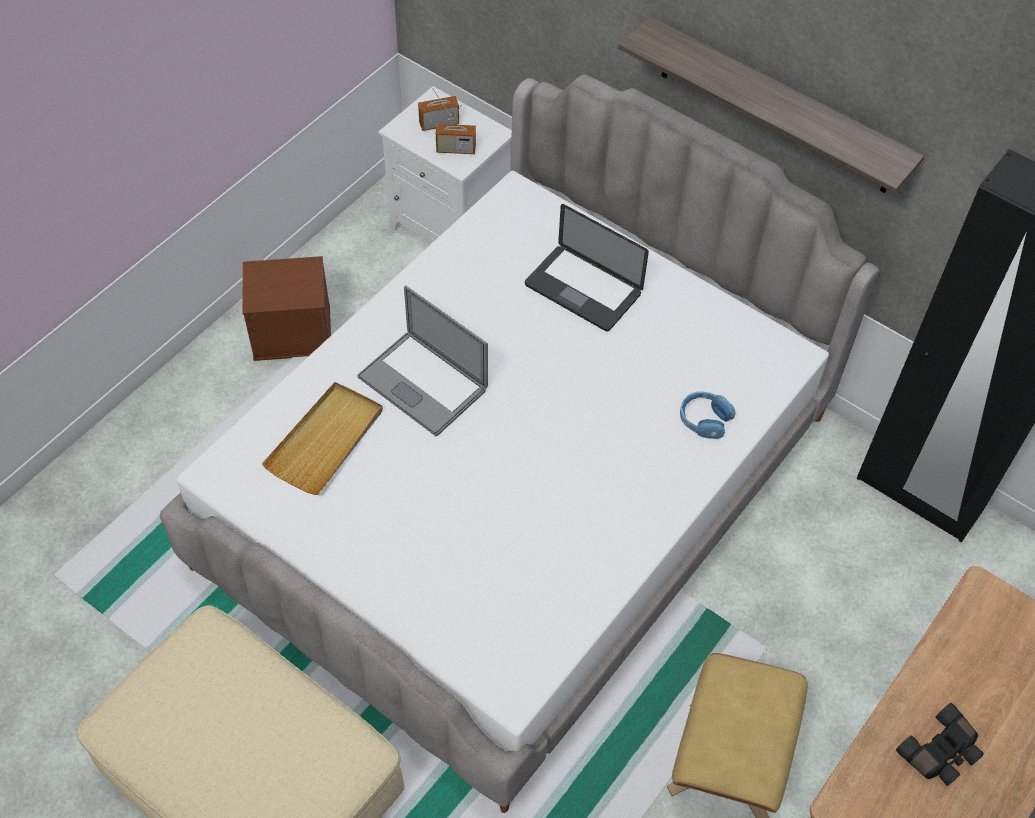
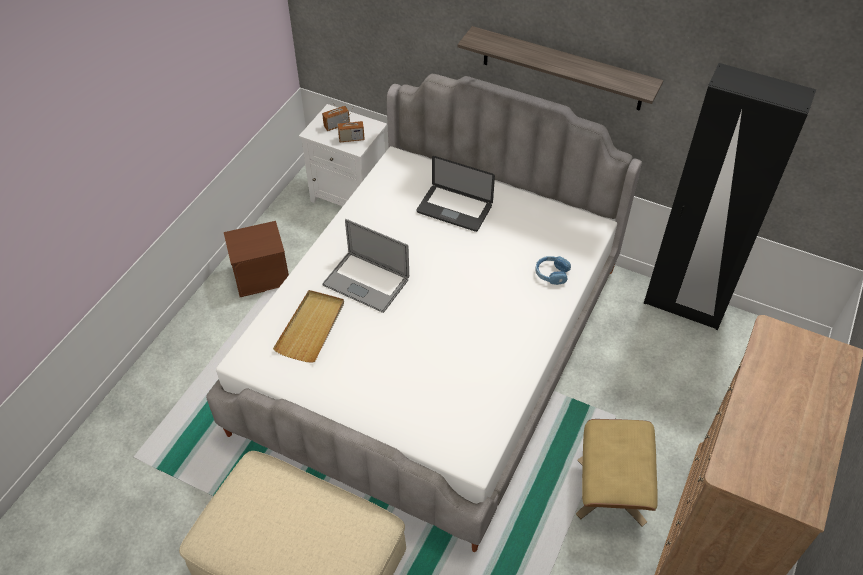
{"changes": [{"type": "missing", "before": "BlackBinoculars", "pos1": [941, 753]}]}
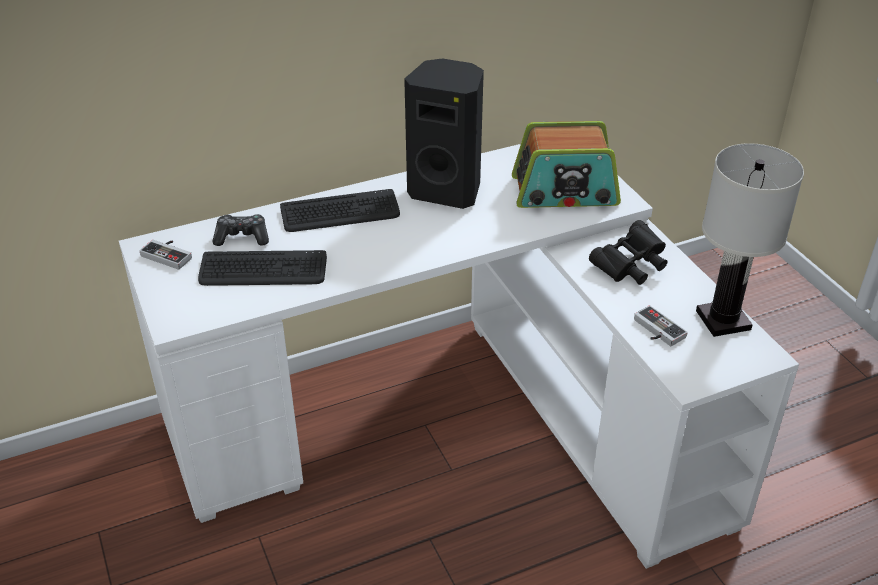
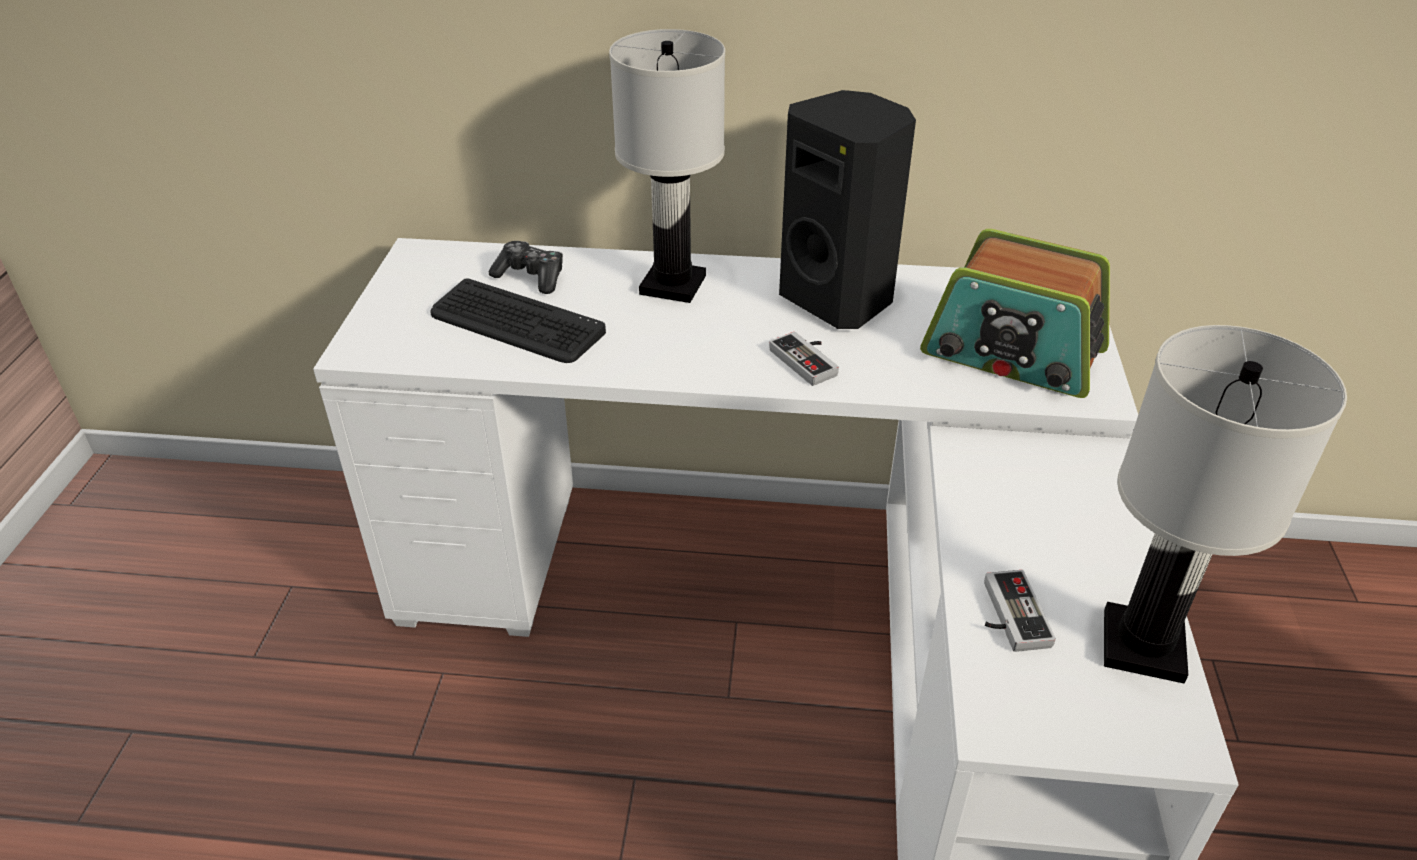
{"changes": [{"type": "missing", "before": "BlackBinoculars", "pos1": [630, 267]}, {"type": "relocated", "before": "GameController", "pos1": [169, 254], "pos2": [809, 360]}, {"type": "exchanged", "before": "Keyboard", "after": "WhiteTableLamp", "pos1": [340, 213], "pos2": [674, 284]}]}
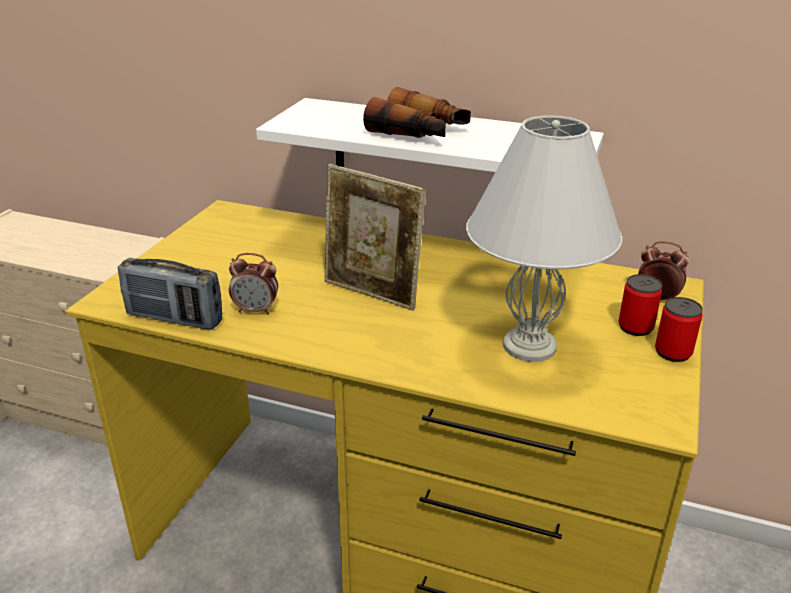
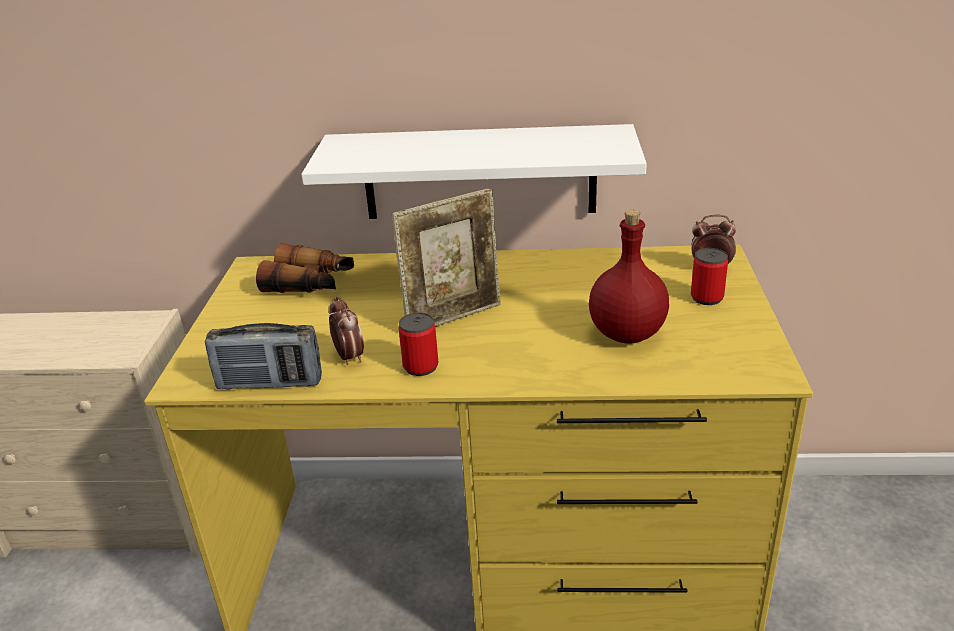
{"changes": [{"type": "relocated", "before": "Binoculars", "pos1": [419, 133], "pos2": [310, 284]}, {"type": "relocated", "before": "Can", "pos1": [673, 352], "pos2": [420, 367]}, {"type": "exchanged", "before": "WhiteTableLamp", "after": "RedBottle", "pos1": [530, 345], "pos2": [626, 333]}, {"type": "spun", "before": "AlarmClock", "pos1": [256, 310], "pos2": [349, 357], "turn": -105}, {"type": "spun", "before": "PictureFrame", "pos1": [372, 293], "pos2": [453, 317], "turn": -45}]}
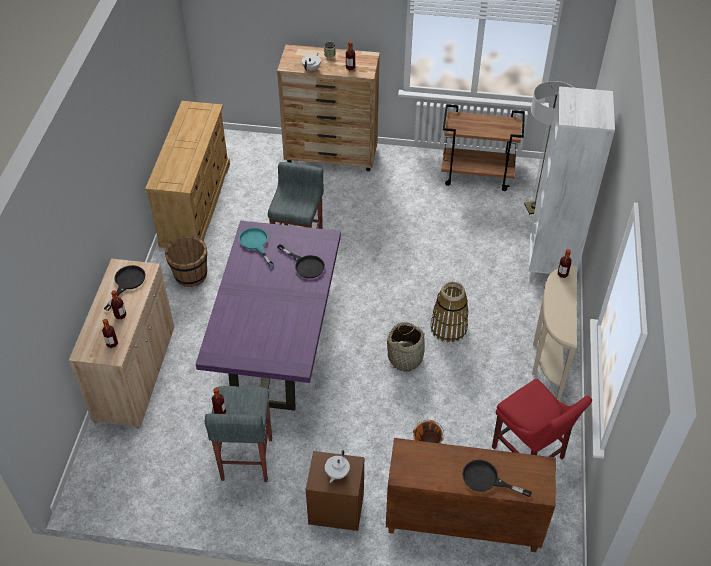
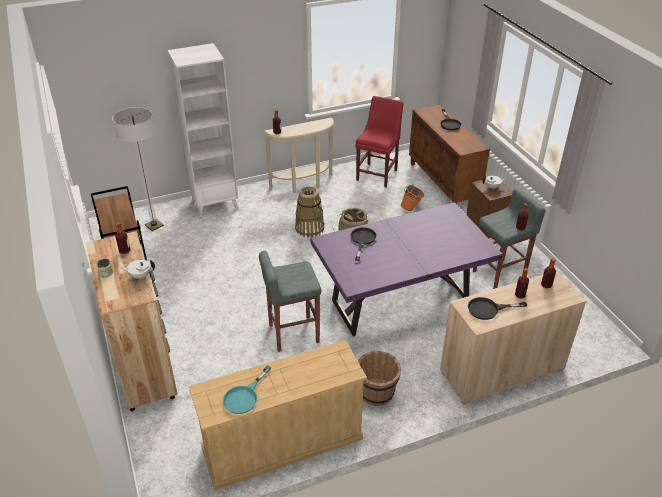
{"changes": [{"type": "relocated", "before": "TurquoiseFryingPan", "pos1": [256, 243], "pos2": [244, 396]}]}
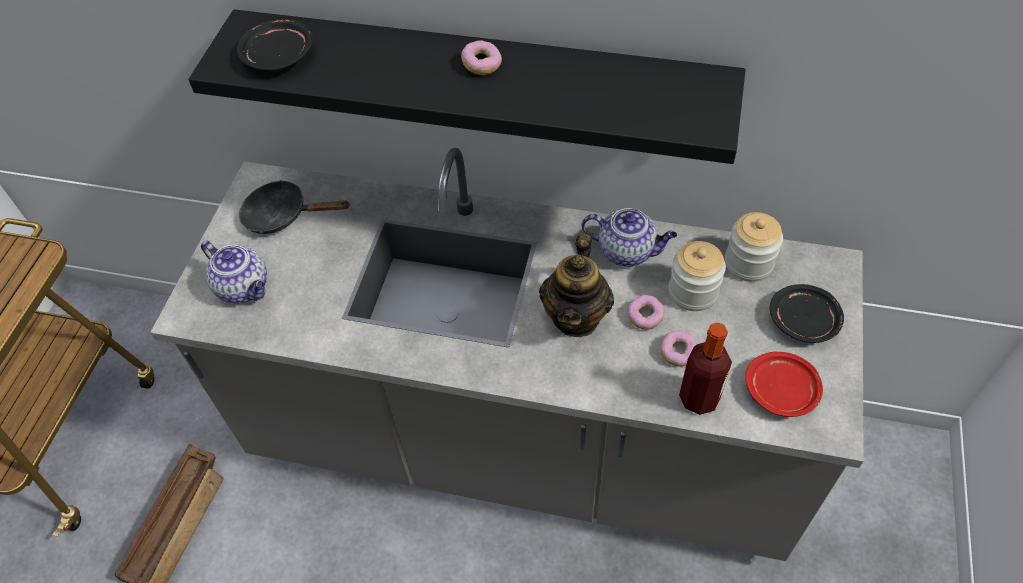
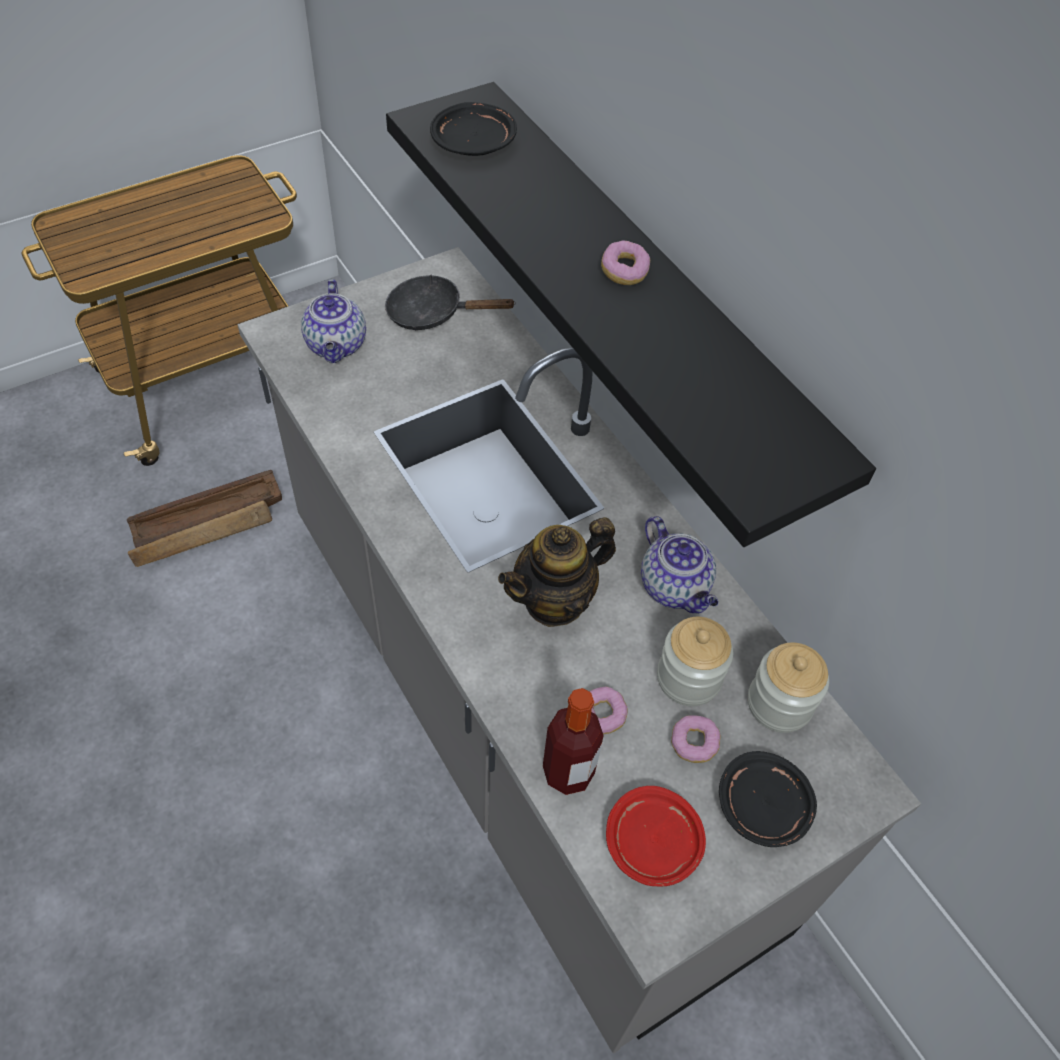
{"changes": [{"type": "relocated", "before": "Donut", "pos1": [644, 317], "pos2": [693, 743]}, {"type": "spun", "before": "BlackFryingPan", "pos1": [283, 215], "pos2": [432, 313], "turn": -45}]}
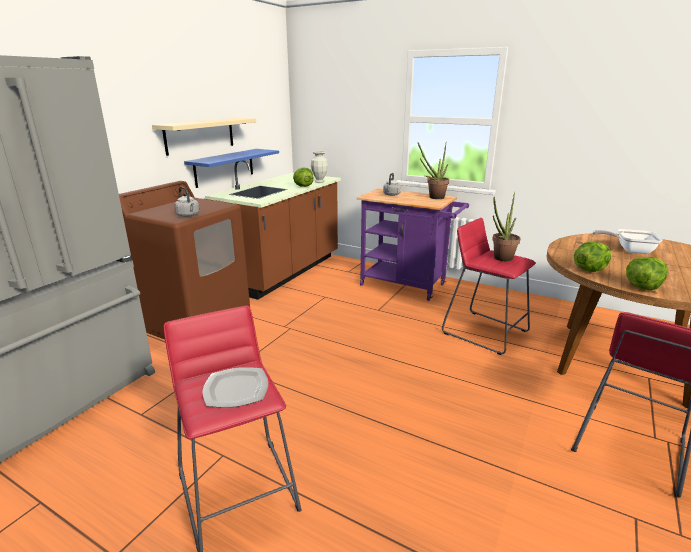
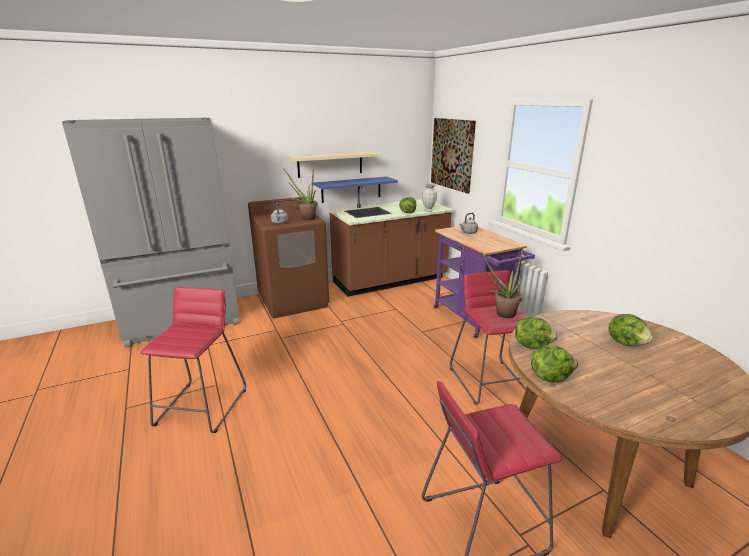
{"changes": [{"type": "missing", "before": "Plate", "pos1": [235, 389]}, {"type": "appeared", "after": "Picture", "pos2": [452, 154]}, {"type": "relocated", "before": "PottedPlant", "pos1": [433, 197], "pos2": [305, 218]}, {"type": "exchanged", "before": "FryingPan", "after": "Lettuce", "pos1": [629, 250], "pos2": [626, 343]}]}
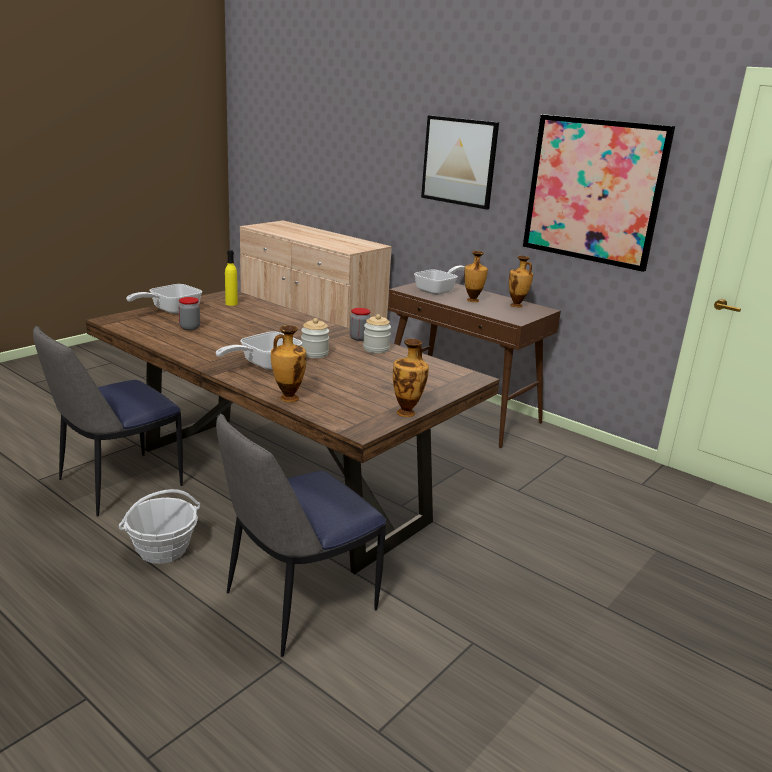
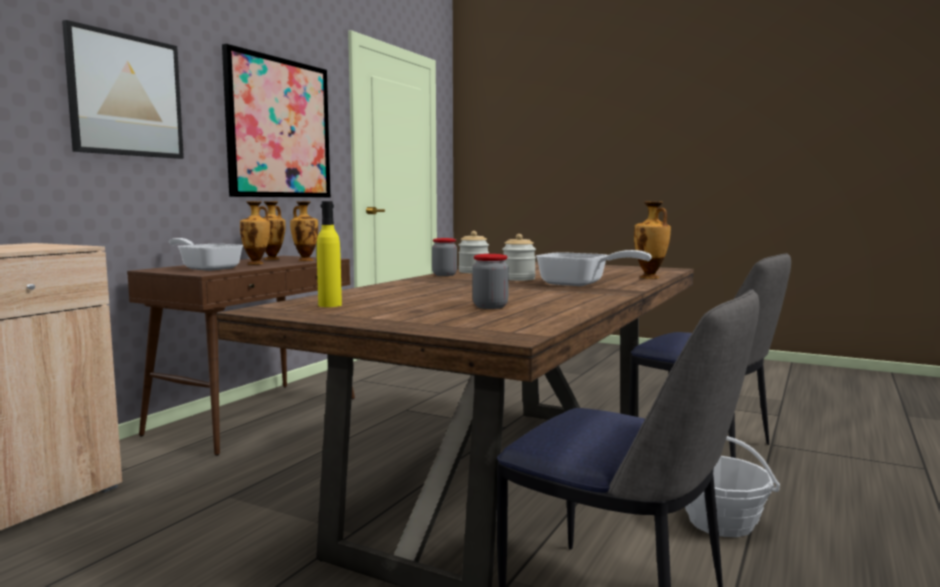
{"changes": [{"type": "missing", "before": "FryingPan", "pos1": [170, 310]}, {"type": "relocated", "before": "Vase", "pos1": [407, 412], "pos2": [305, 260]}]}
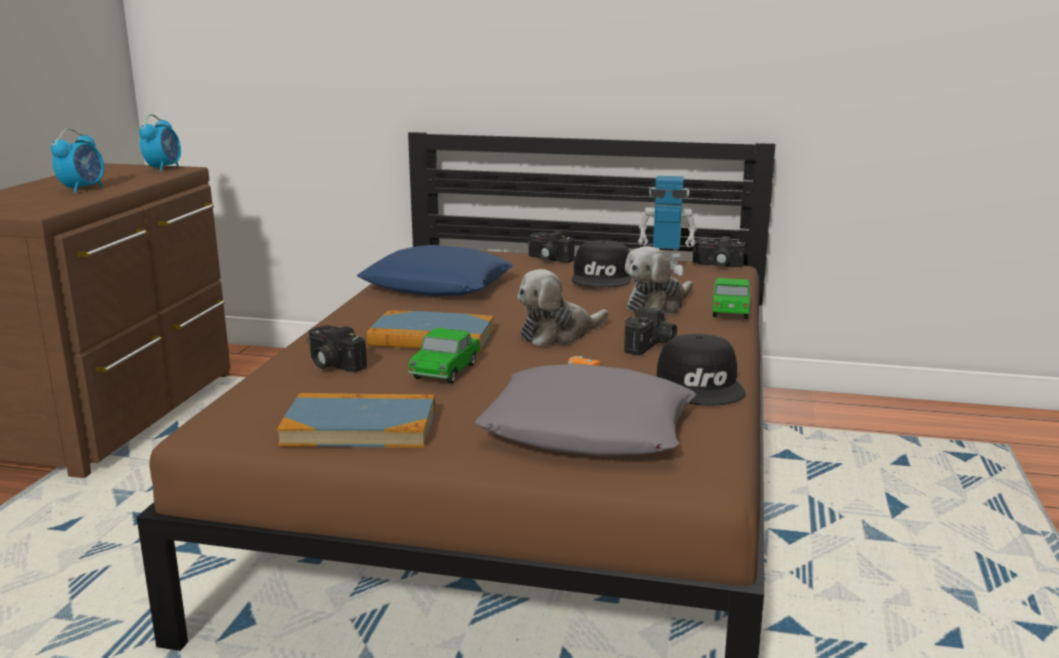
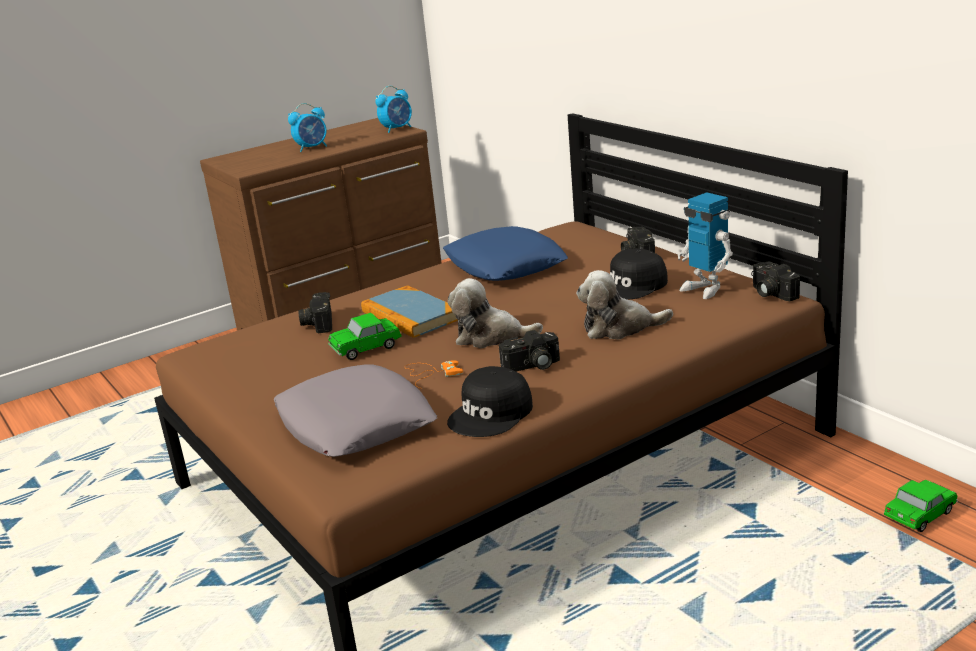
{"changes": [{"type": "missing", "before": "Book", "pos1": [360, 427]}, {"type": "relocated", "before": "ToyCar", "pos1": [730, 311], "pos2": [920, 515]}]}
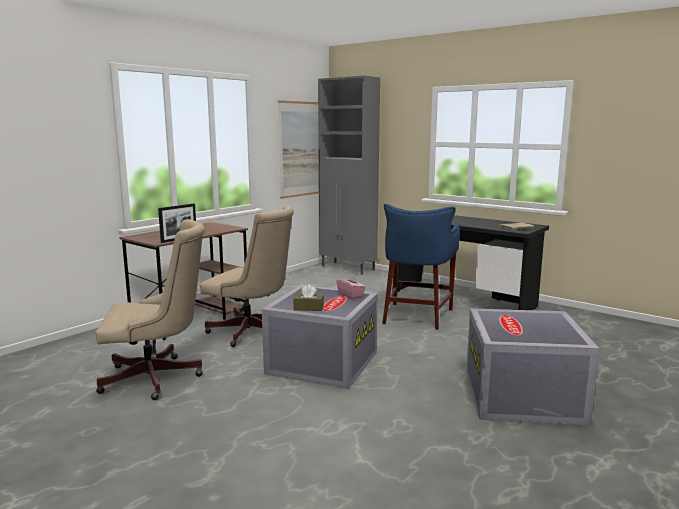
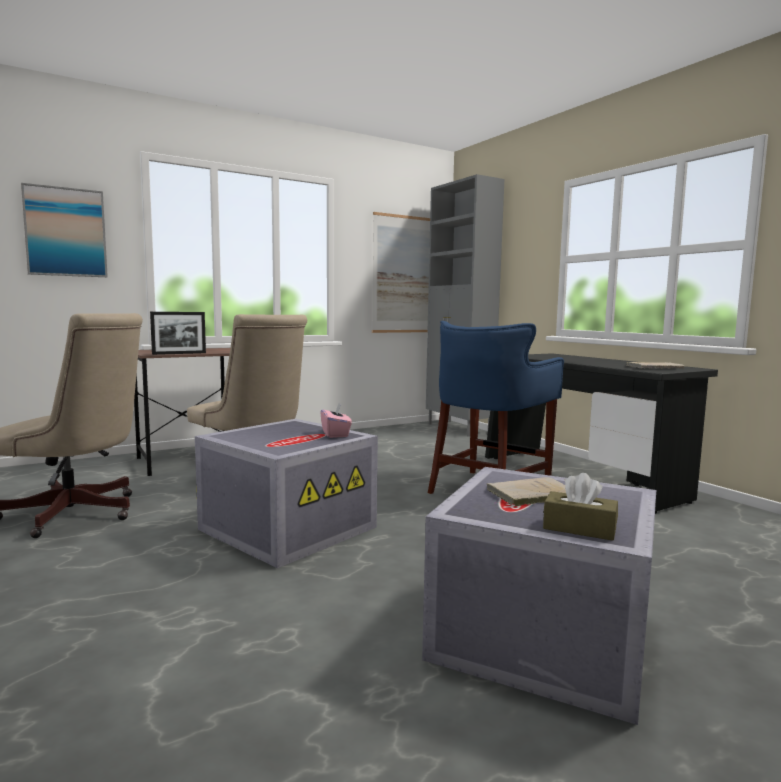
{"changes": [{"type": "appeared", "after": "Picture", "pos2": [65, 232]}, {"type": "appeared", "after": "BeigeBook", "pos2": [528, 495]}, {"type": "relocated", "before": "BrownTissueBox", "pos1": [308, 308], "pos2": [579, 528]}]}
